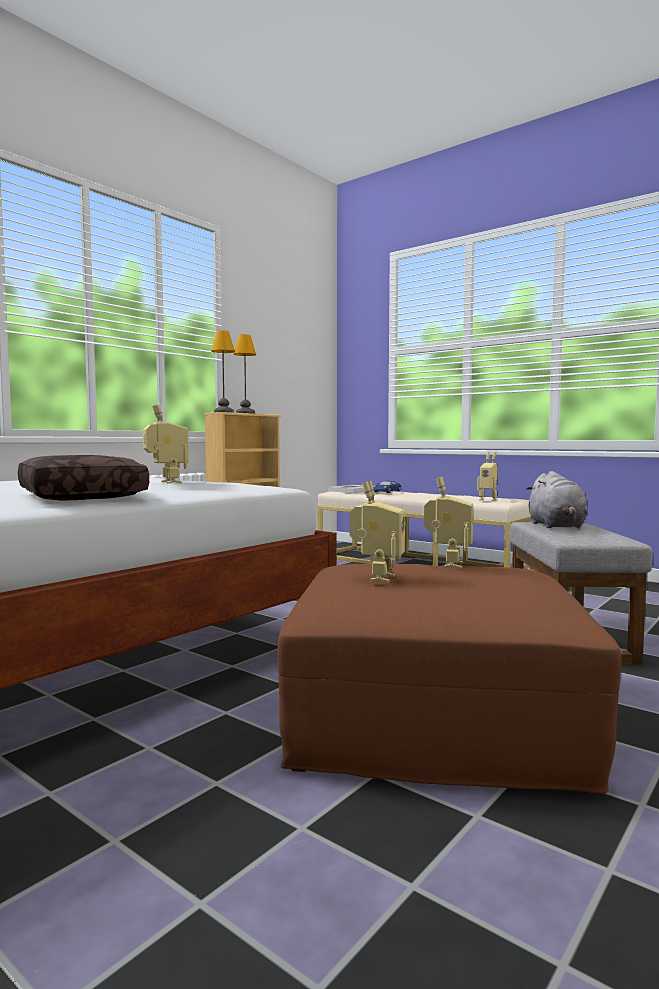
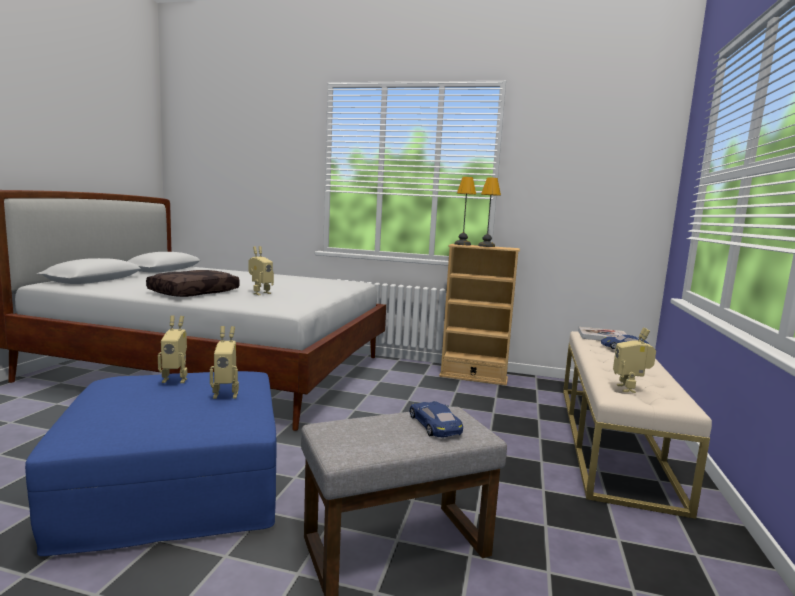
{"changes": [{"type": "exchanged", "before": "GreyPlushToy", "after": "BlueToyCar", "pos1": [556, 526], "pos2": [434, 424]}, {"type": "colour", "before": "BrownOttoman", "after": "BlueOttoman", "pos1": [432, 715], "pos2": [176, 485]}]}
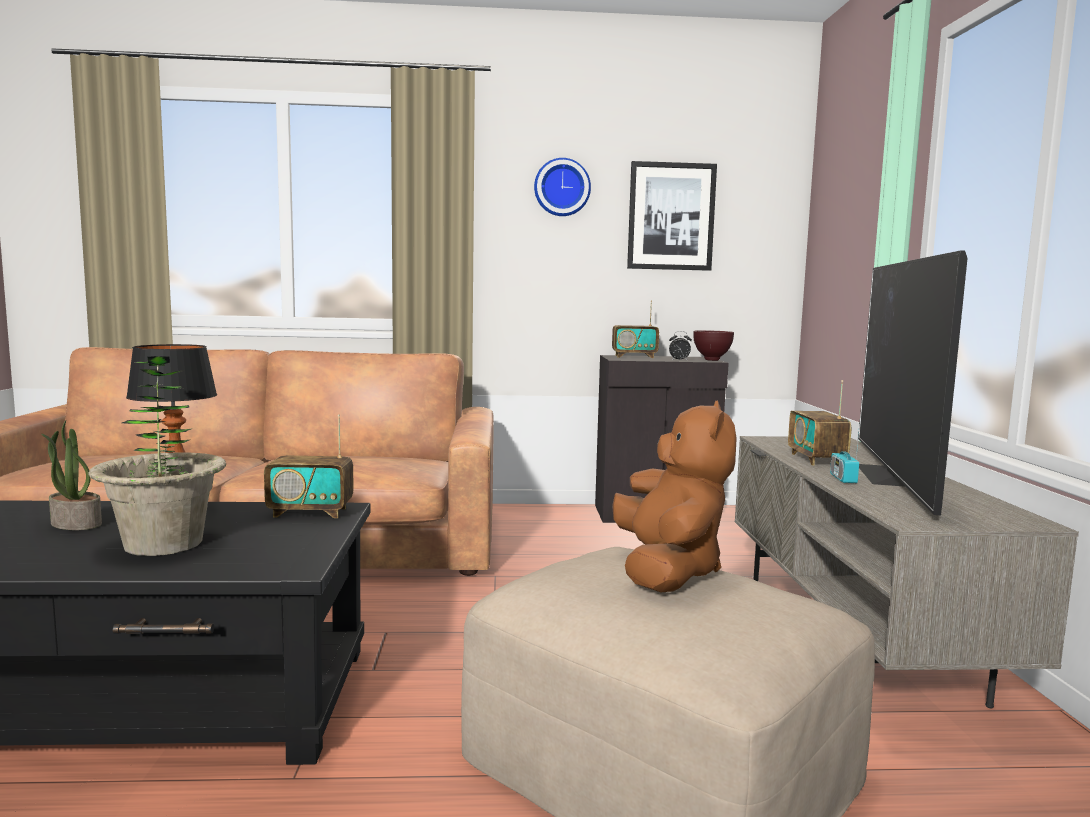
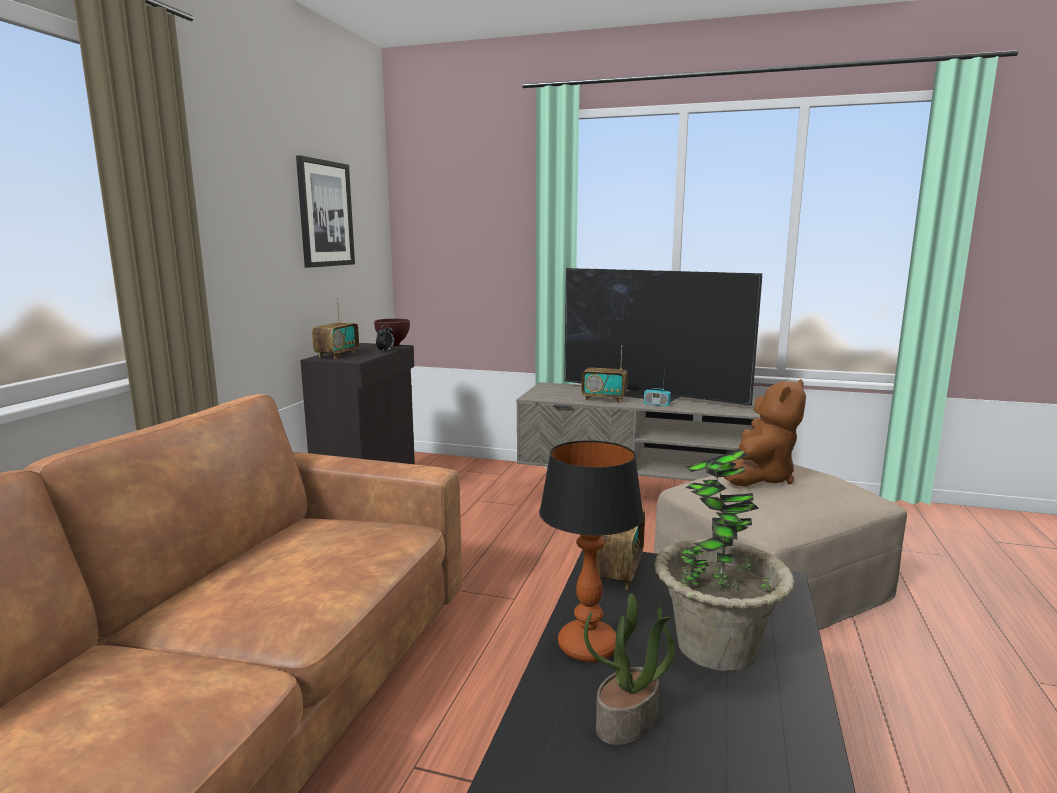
{"changes": [{"type": "missing", "before": "WallClock", "pos1": [562, 187]}, {"type": "spun", "before": "BrownPlushToy", "pos1": [667, 571], "pos2": [759, 478], "turn": 105}]}
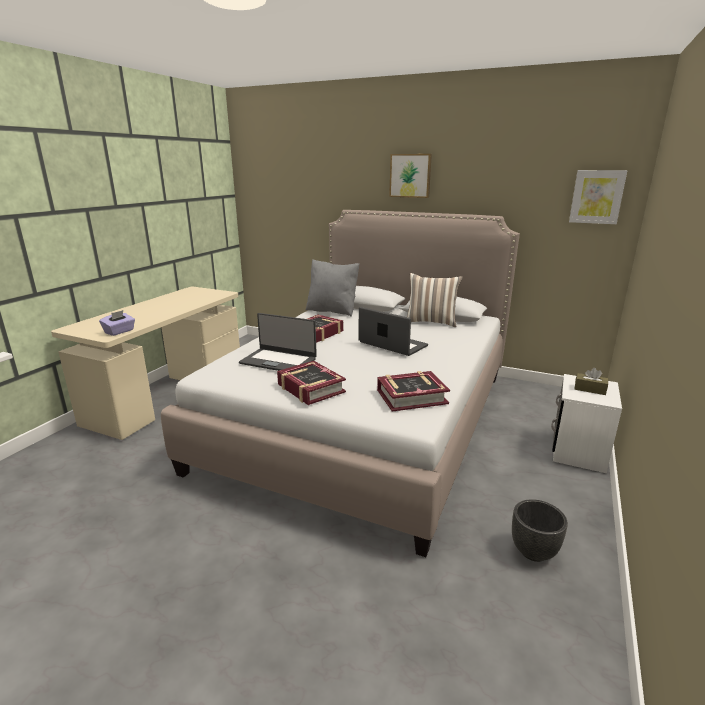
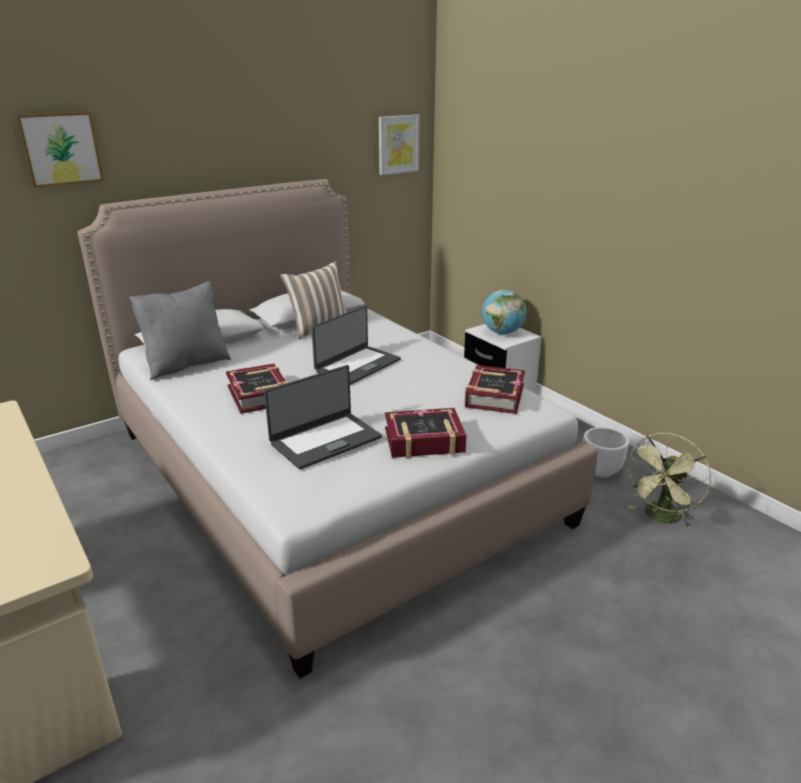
{"changes": [{"type": "missing", "before": "PurpleTissueBox", "pos1": [119, 332]}, {"type": "appeared", "after": "GreenFan", "pos2": [660, 518]}, {"type": "relocated", "before": "Picture", "pos1": [410, 175], "pos2": [60, 148]}, {"type": "exchanged", "before": "BrownTissueBox", "after": "Globe", "pos1": [590, 389], "pos2": [502, 332]}, {"type": "colour", "before": "BlackPlanter", "after": "WhitePlanter", "pos1": [534, 552], "pos2": [601, 472]}, {"type": "spun", "before": "Laptop", "pos1": [392, 344], "pos2": [357, 365], "turn": 150}]}
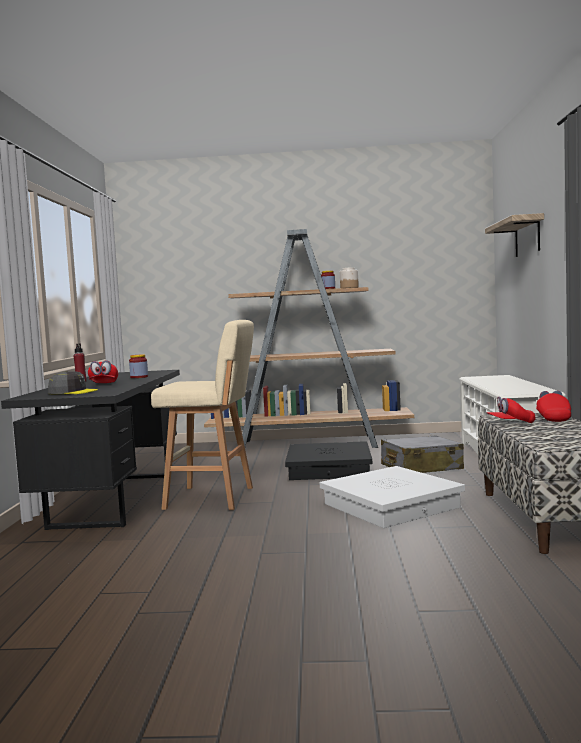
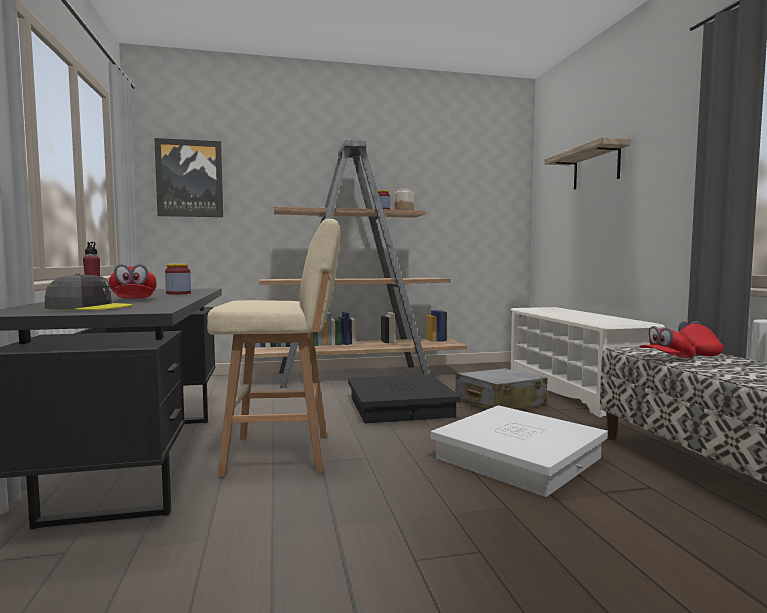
{"changes": [{"type": "appeared", "after": "Picture", "pos2": [190, 178]}]}
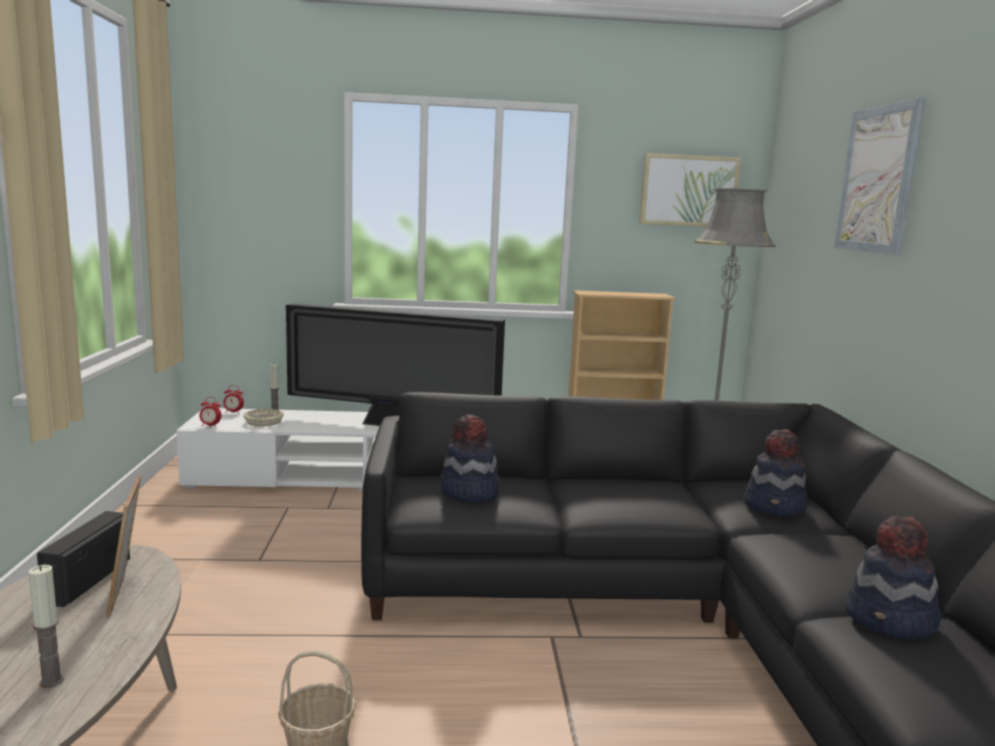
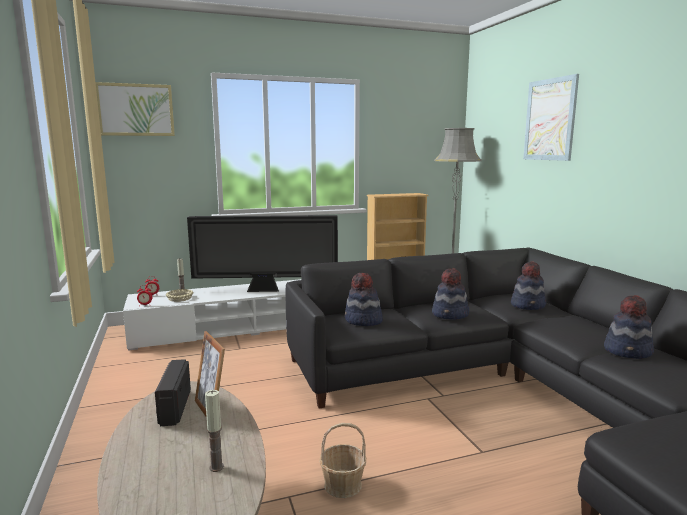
{"changes": [{"type": "appeared", "after": "Hat", "pos2": [450, 315]}, {"type": "relocated", "before": "Picture", "pos1": [688, 191], "pos2": [136, 110]}]}
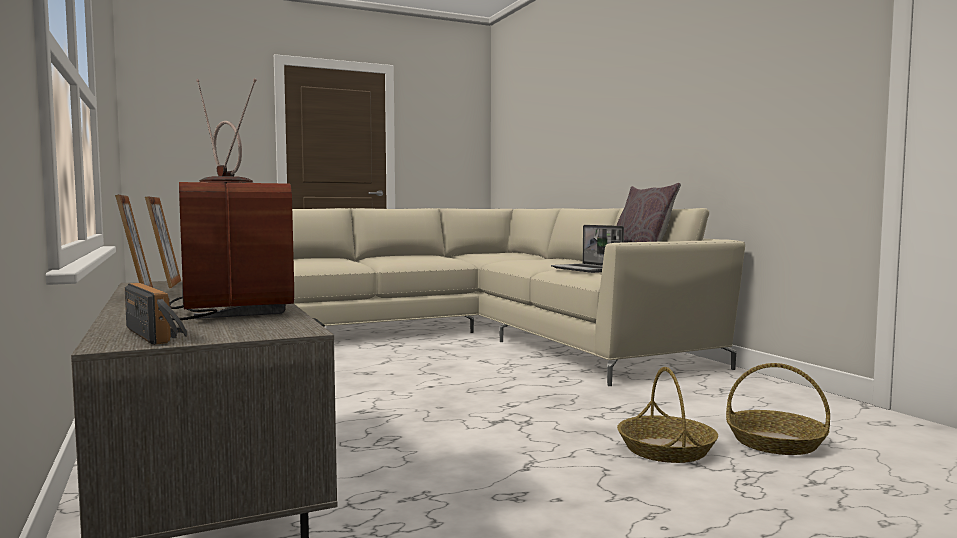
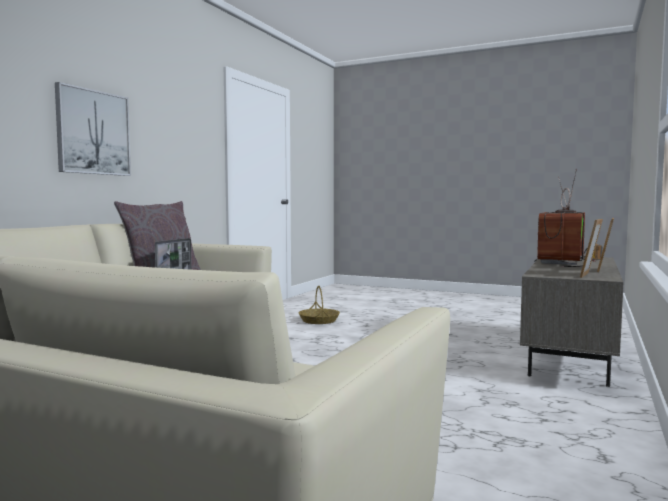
{"changes": [{"type": "missing", "before": "Basket", "pos1": [666, 450]}, {"type": "appeared", "after": "Picture", "pos2": [93, 132]}]}
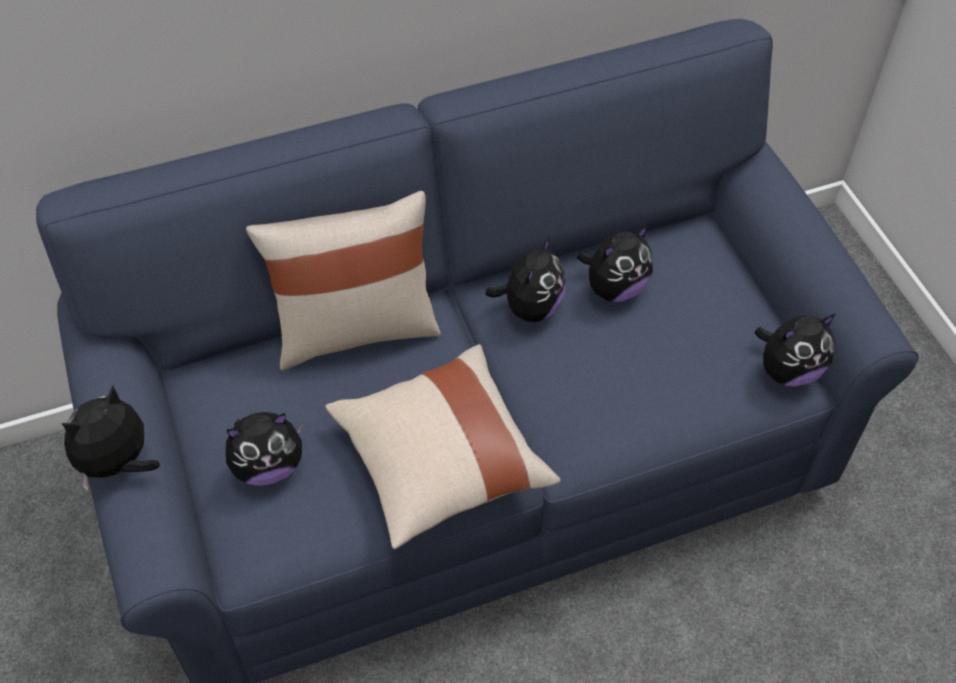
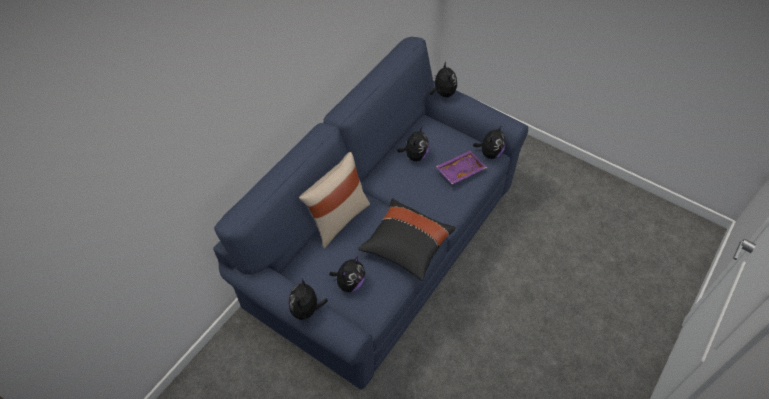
{"changes": [{"type": "appeared", "after": "PurpleTray", "pos2": [460, 170]}, {"type": "relocated", "before": "PlushToy", "pos1": [530, 307], "pos2": [443, 93]}, {"type": "colour", "before": "BeigePillow", "after": "BlackPillow", "pos1": [441, 461], "pos2": [406, 246]}]}
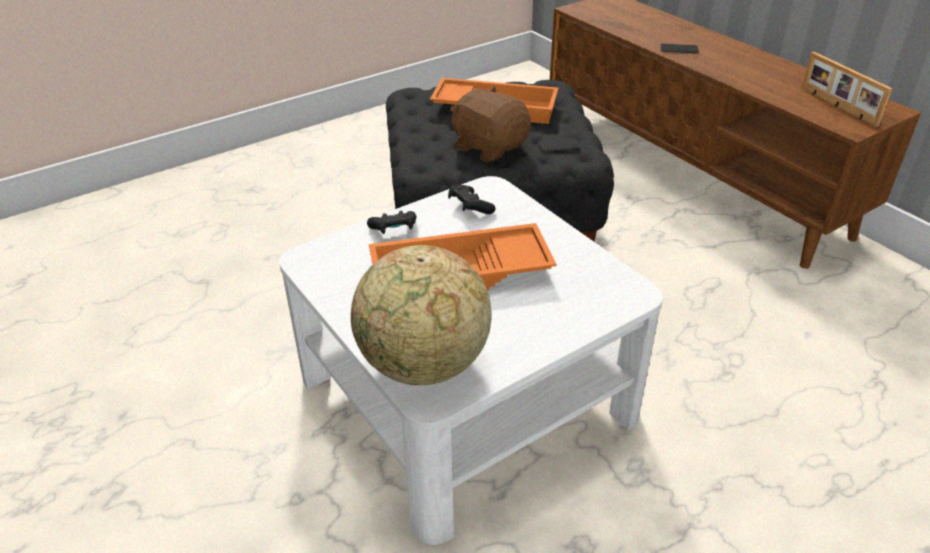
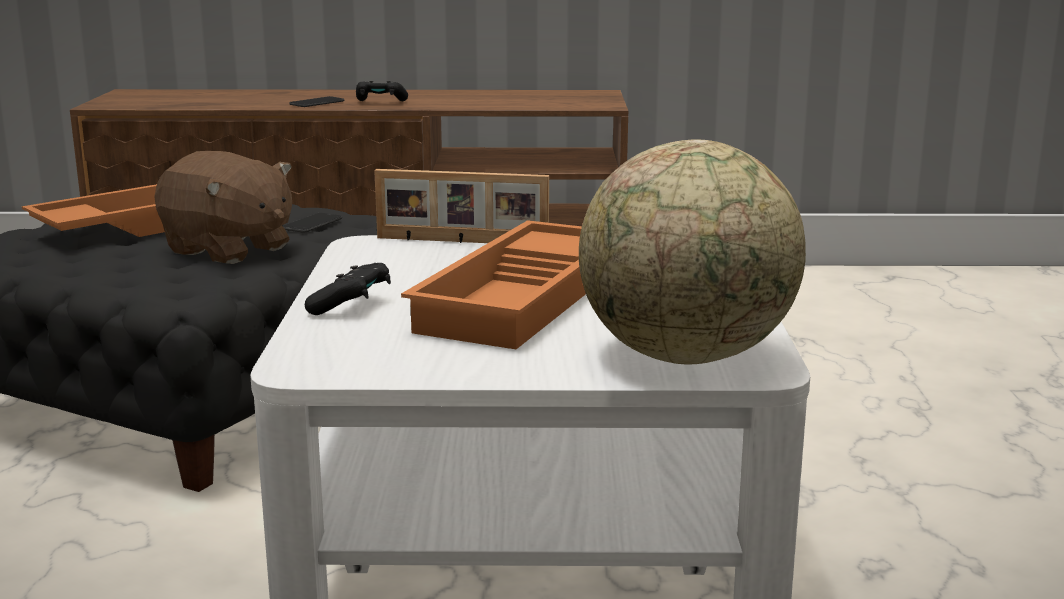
{"changes": [{"type": "relocated", "before": "BlackGameController", "pos1": [469, 208], "pos2": [380, 103]}, {"type": "relocated", "before": "PictureFrame", "pos1": [837, 106], "pos2": [461, 242]}, {"type": "spun", "before": "BrownPlushToy", "pos1": [489, 147], "pos2": [228, 250], "turn": -135}]}
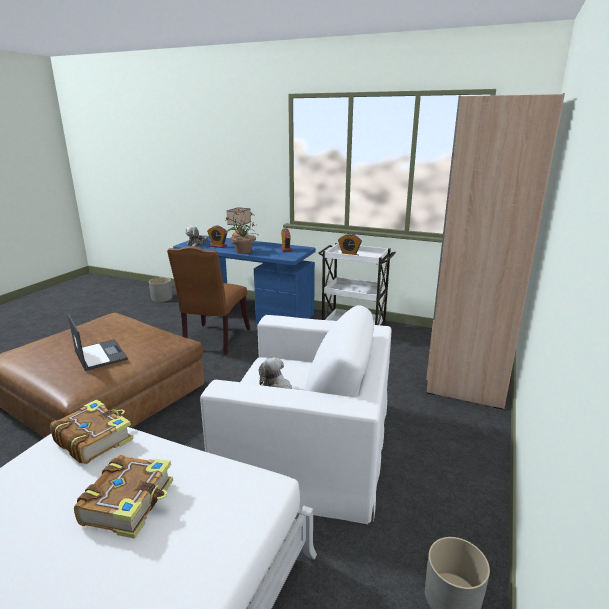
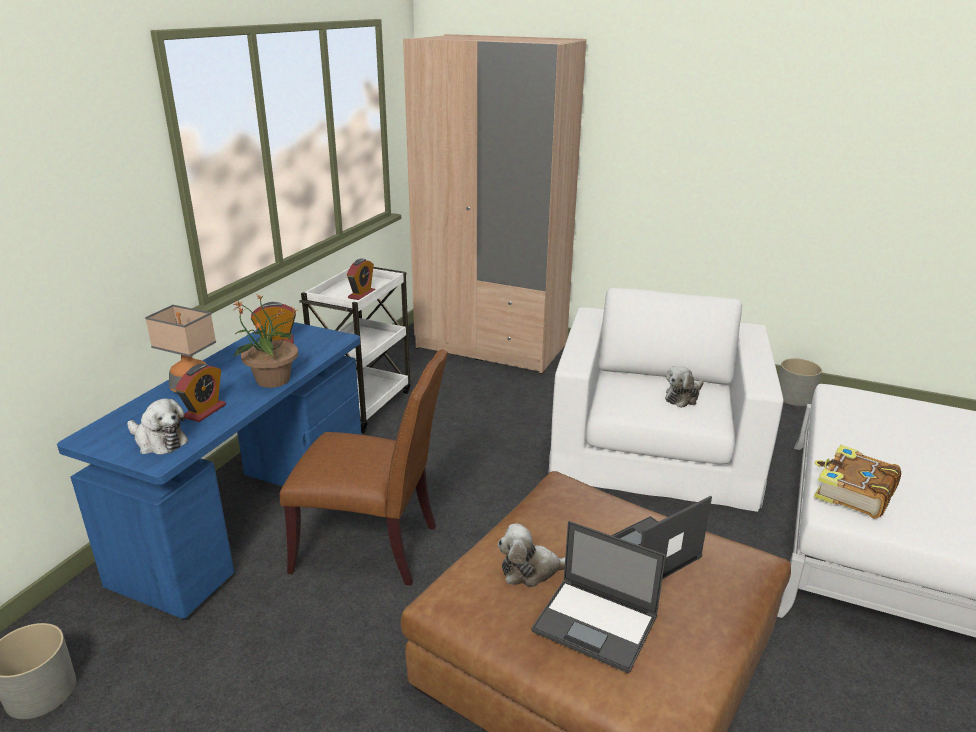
{"changes": [{"type": "missing", "before": "Book", "pos1": [130, 502]}, {"type": "appeared", "after": "PlushToy", "pos2": [532, 570]}, {"type": "appeared", "after": "Laptop", "pos2": [596, 624]}]}
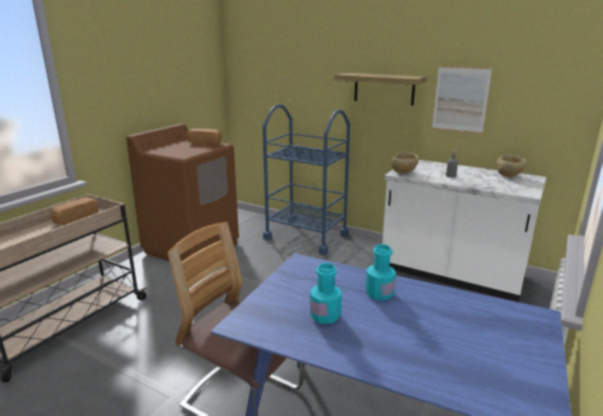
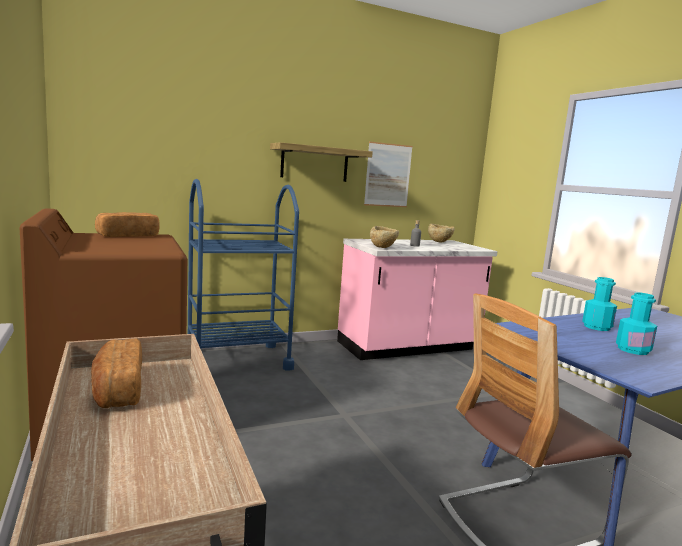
{"changes": [{"type": "colour", "before": "WhiteCounter", "after": "PinkCounter", "pos1": [451, 275], "pos2": [408, 347]}]}
